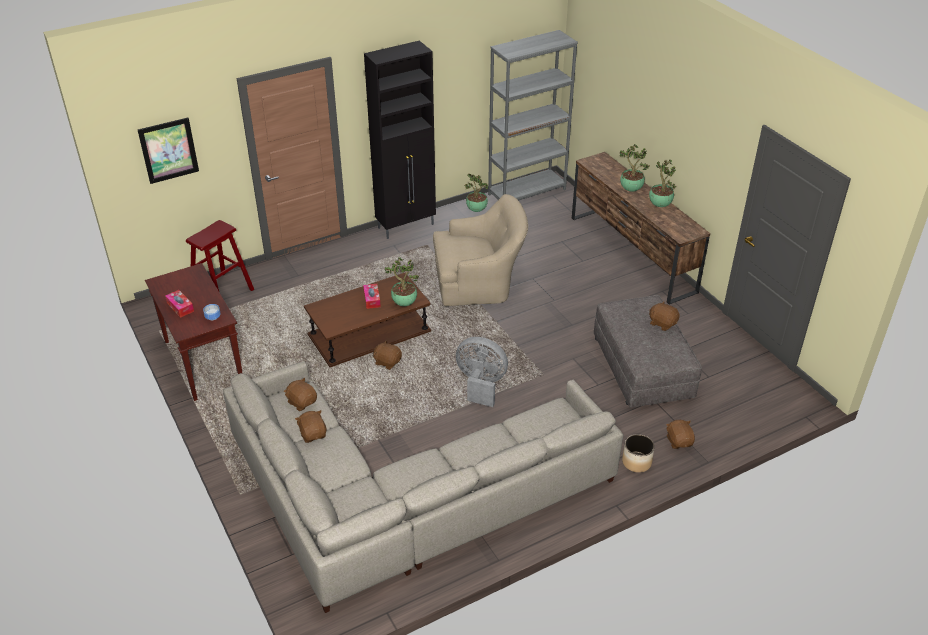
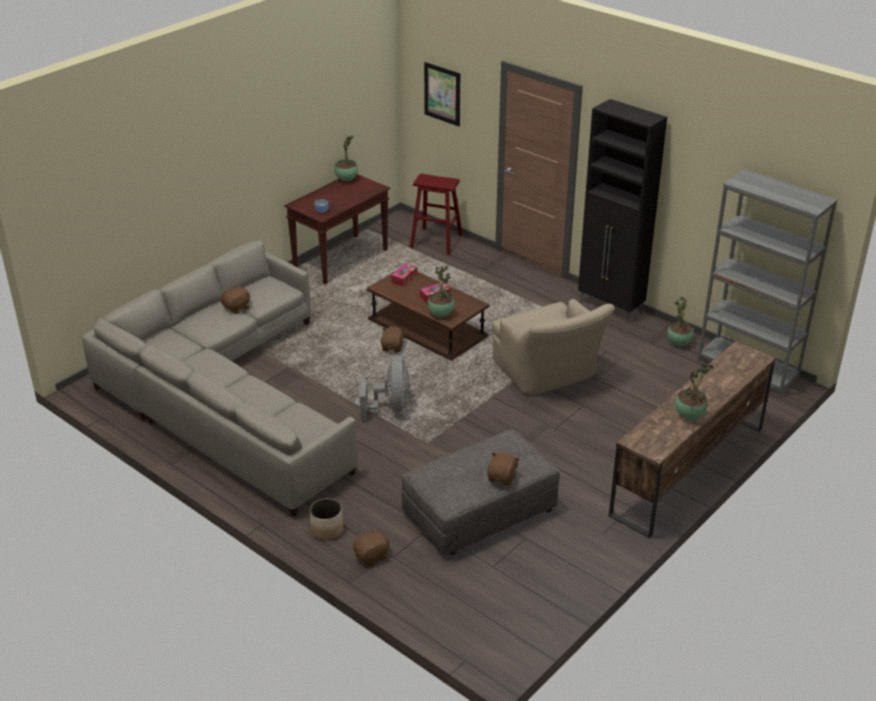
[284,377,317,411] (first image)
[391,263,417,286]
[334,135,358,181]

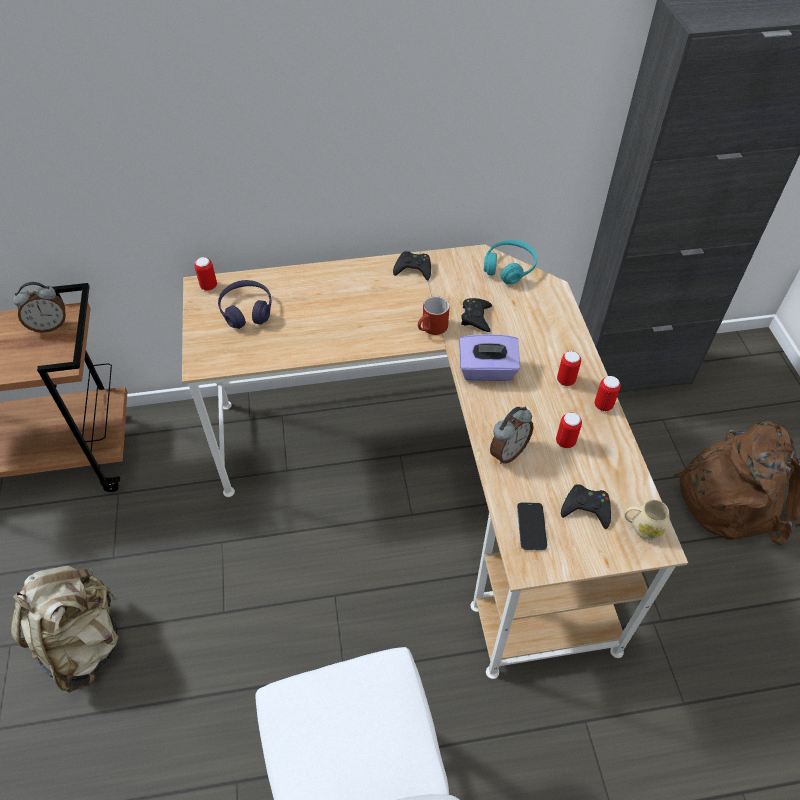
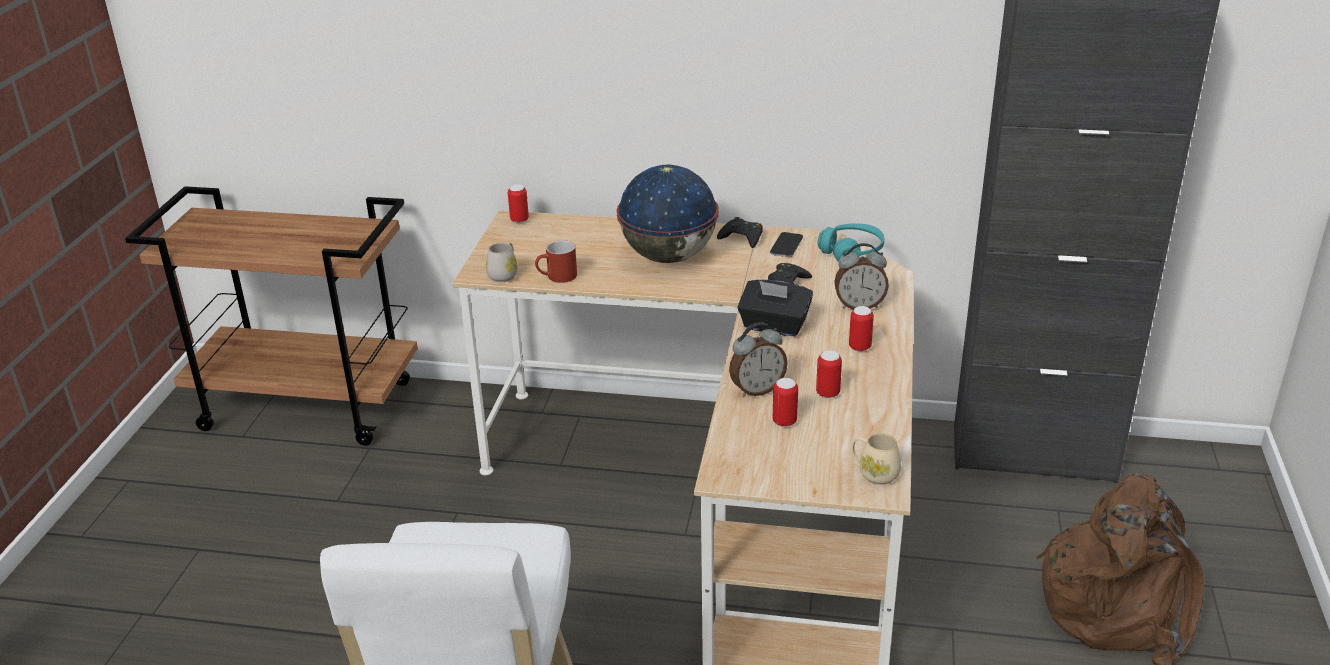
[10,565,118,693] (first image)
[218,280,271,329] (first image)
[561,484,611,529] (first image)
[486,242,518,282]
[617,165,719,263]
[834,243,889,310]
[535,240,577,283]
[770,232,803,257]
[773,378,798,427]
[737,279,813,336]

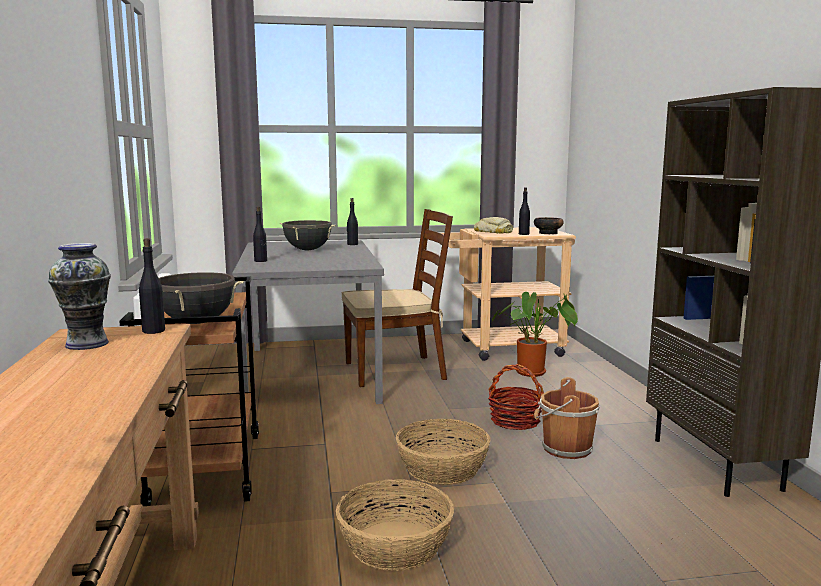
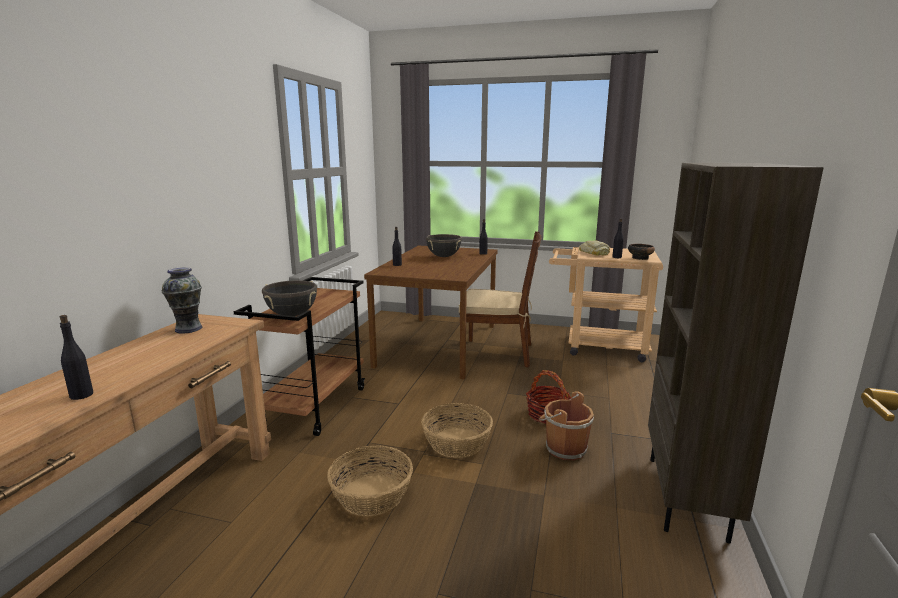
[492,292,578,377] (first image)
[60,315,93,400]
[364,246,498,379]

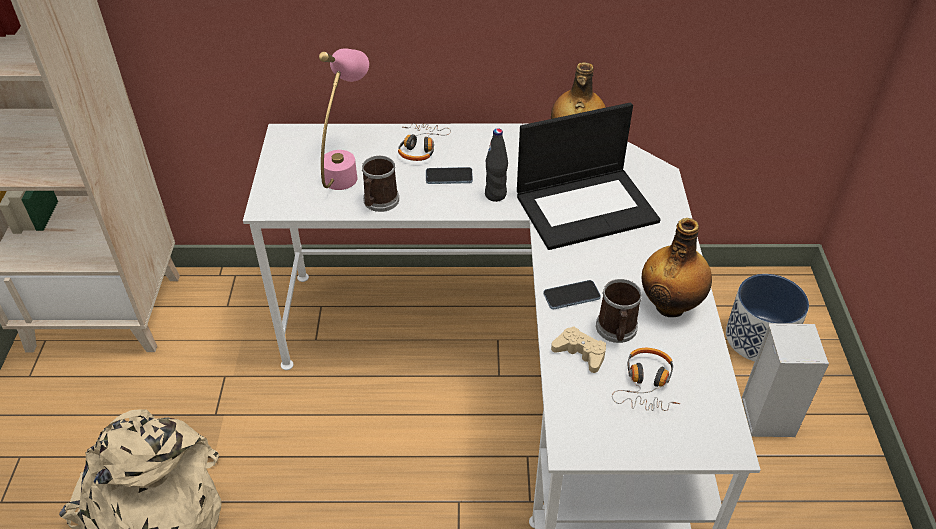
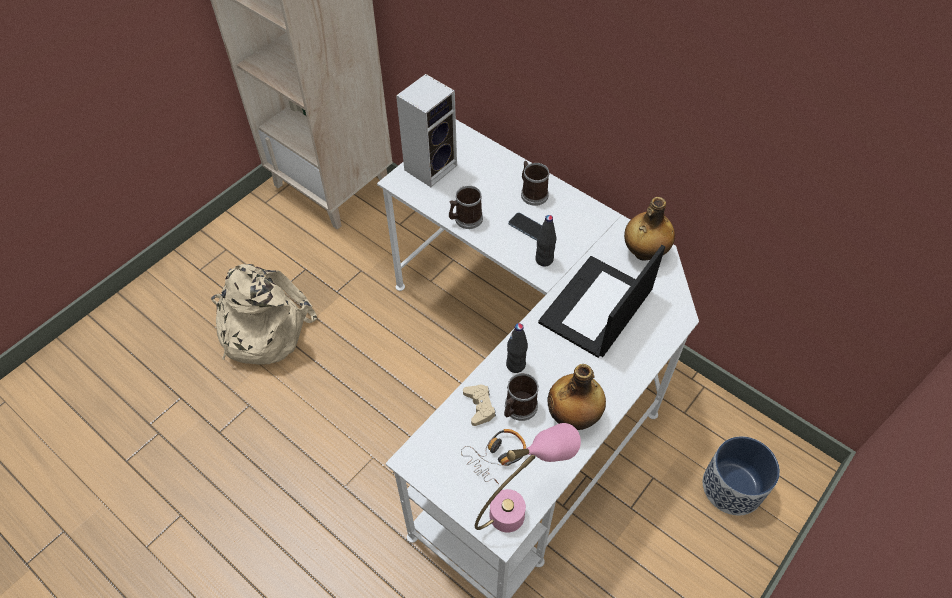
[475,423,581,533]
[396,74,457,187]
[521,161,550,206]
[506,323,528,373]
[538,245,665,358]

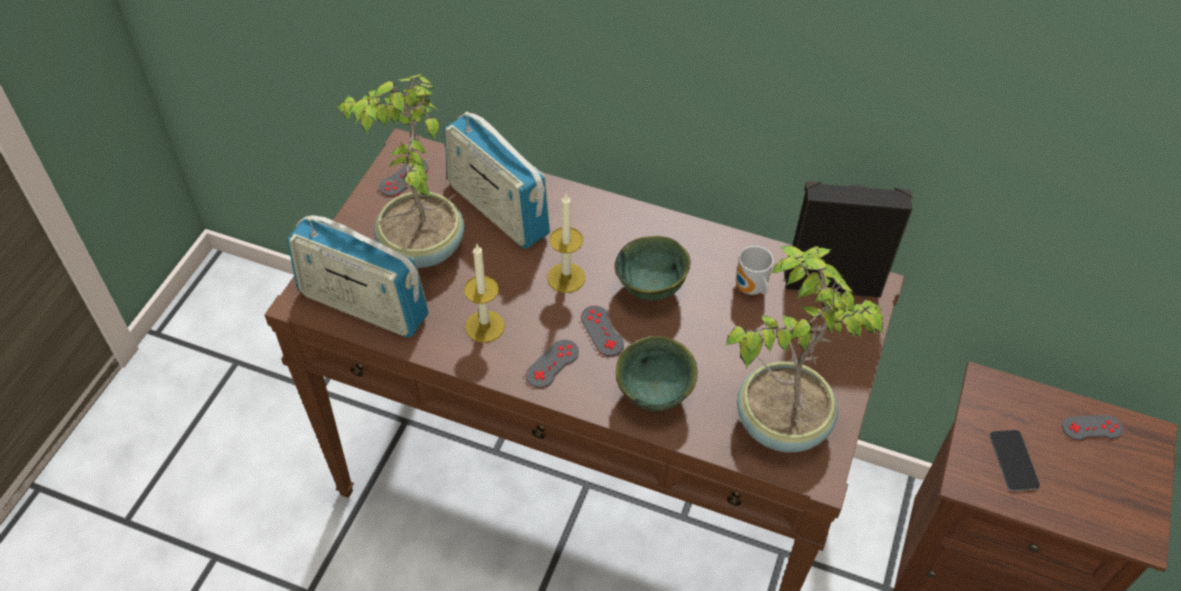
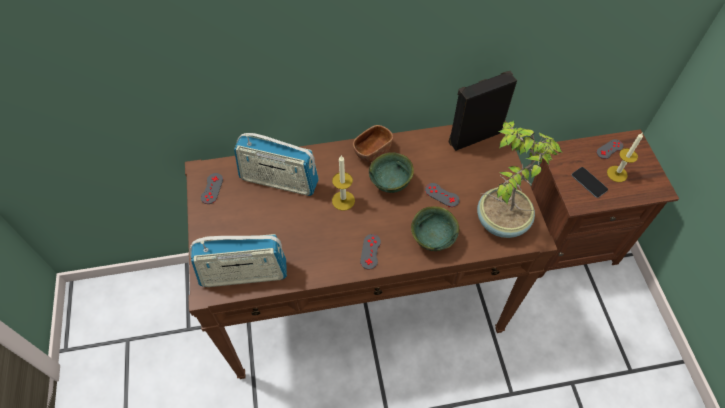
[337,74,464,268] (first image)
[736,246,774,295] (first image)
[353,125,393,162]
[607,133,643,182]
[425,183,460,207]

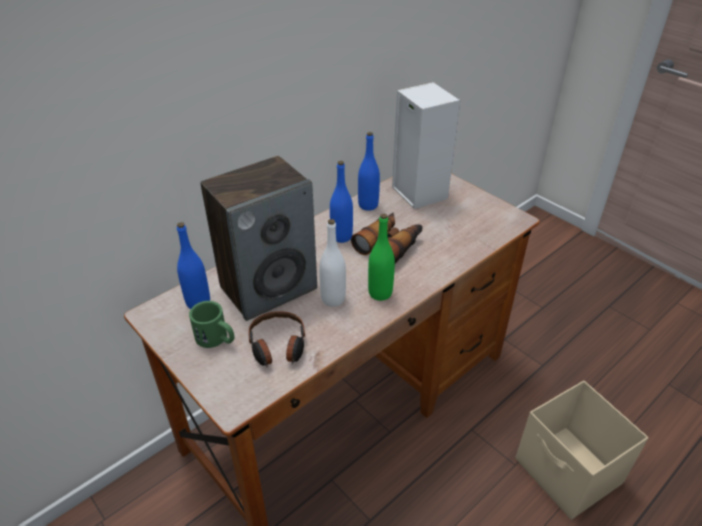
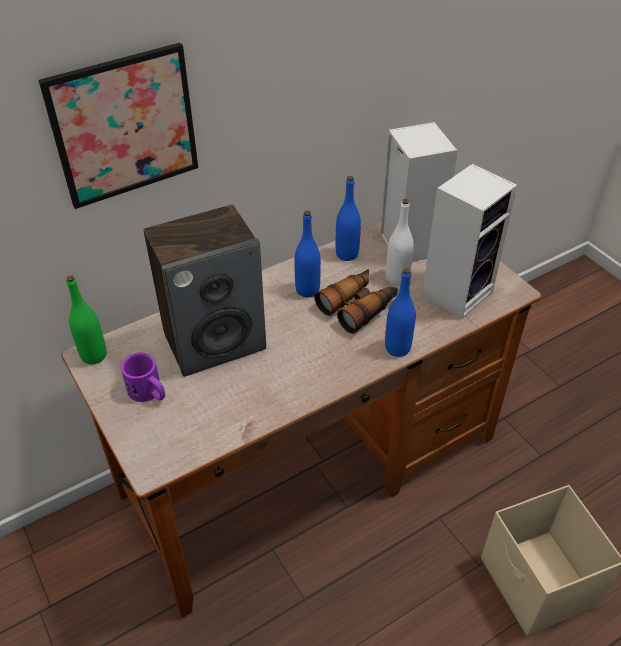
[249,311,305,368] (first image)
[38,43,198,209]
[422,164,518,319]
[385,268,416,357]
[386,199,414,285]
[66,275,107,365]
[121,353,165,402]

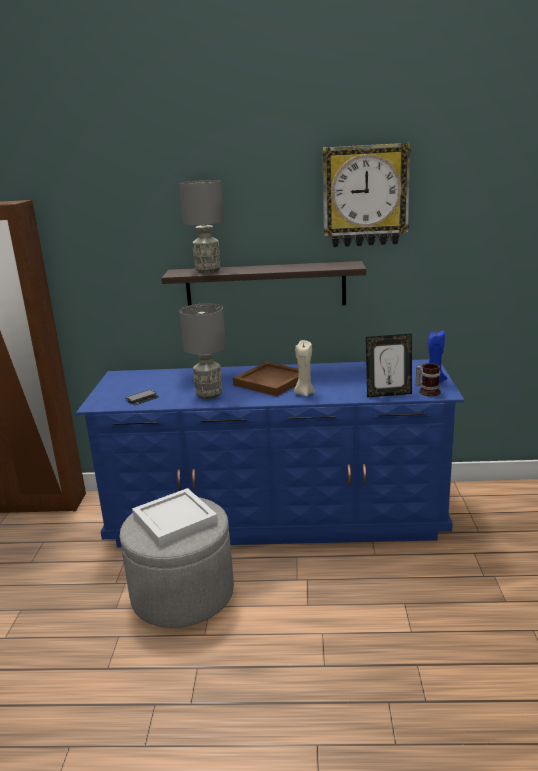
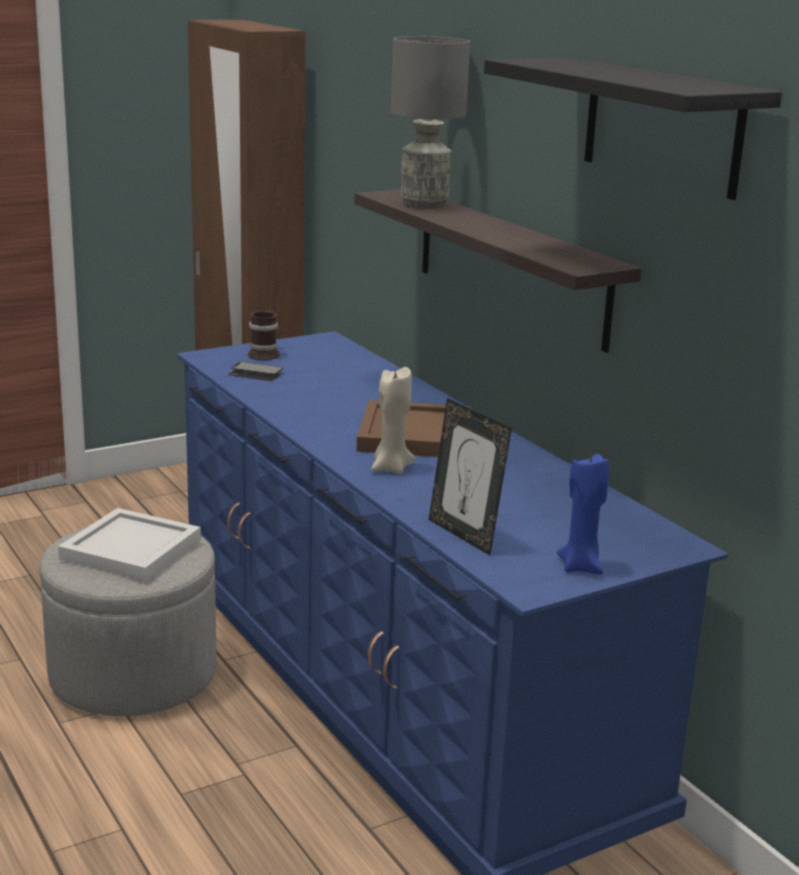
[179,303,226,399] (first image)
[247,310,280,360]
[484,58,782,200]

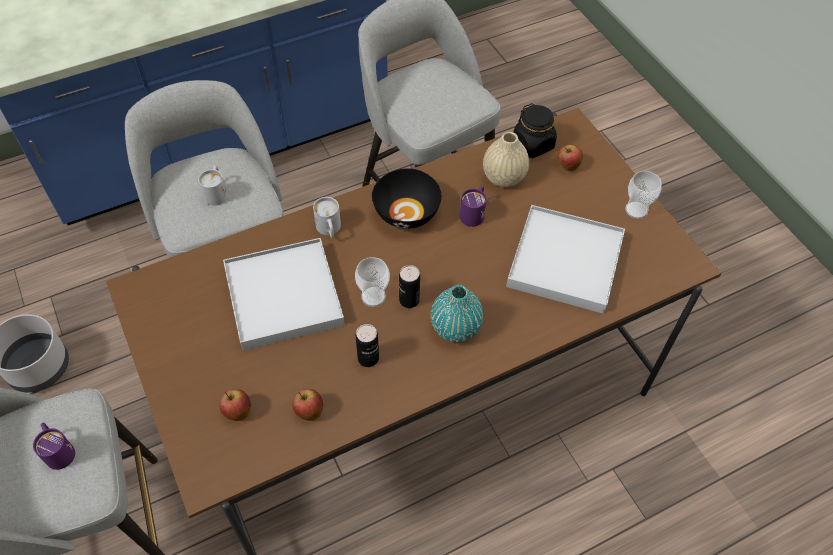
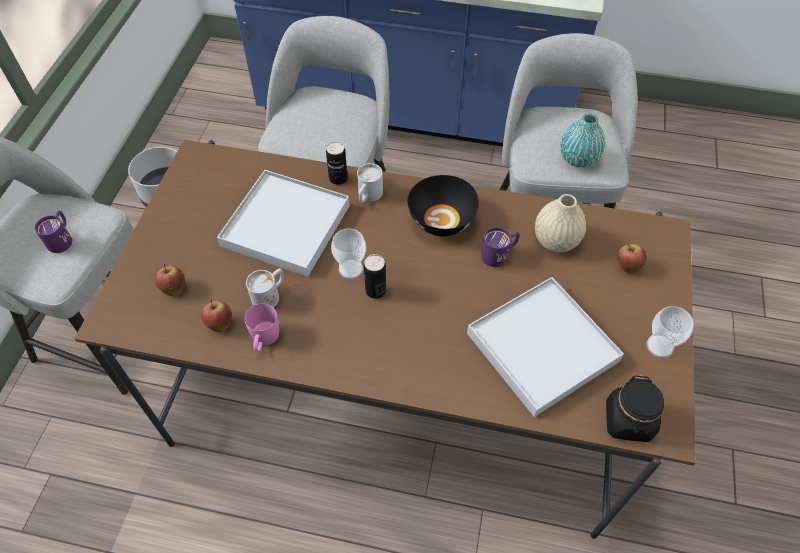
[244,303,279,352]
[246,268,284,308]
[326,141,348,185]
[560,114,605,167]
[606,374,664,442]

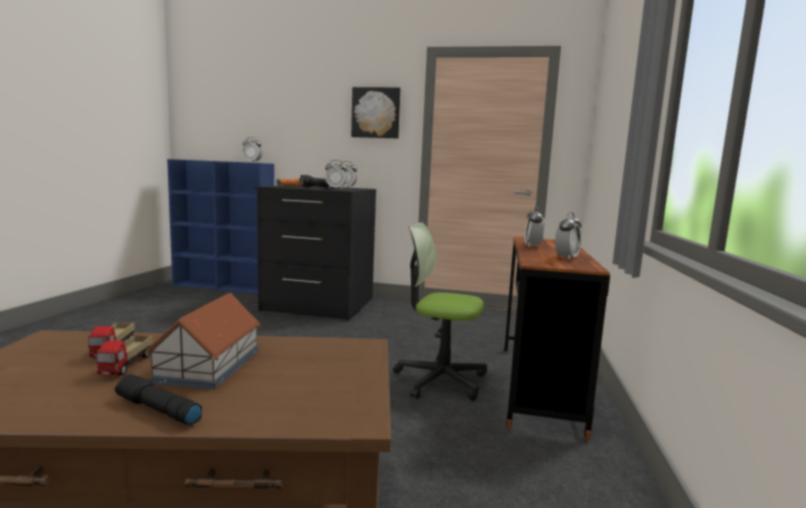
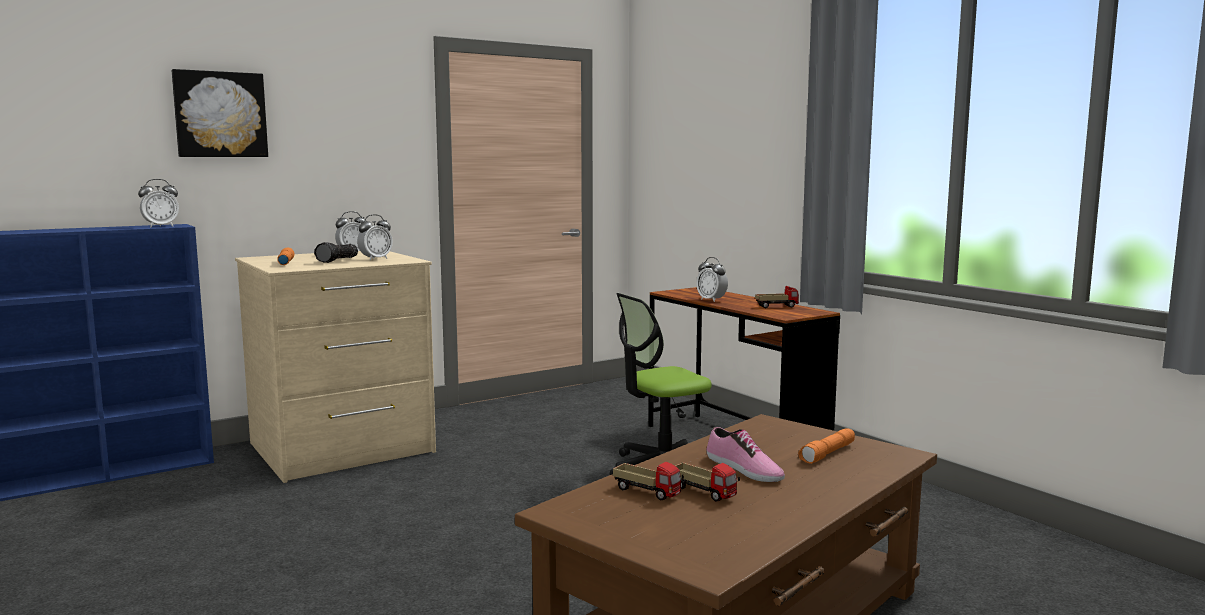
[115,374,202,425] (first image)
[798,428,855,464]
[172,69,268,157]
[706,427,785,482]
[755,286,799,308]
[235,251,436,483]

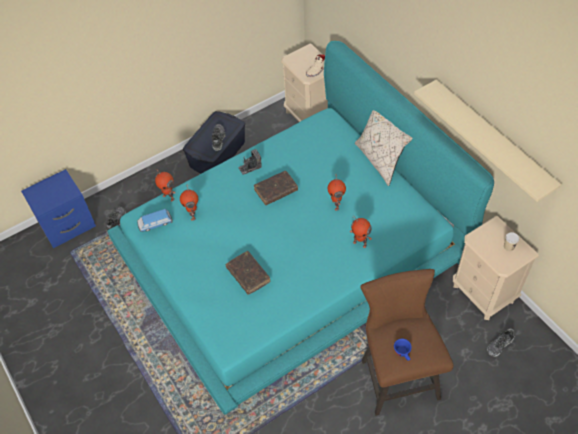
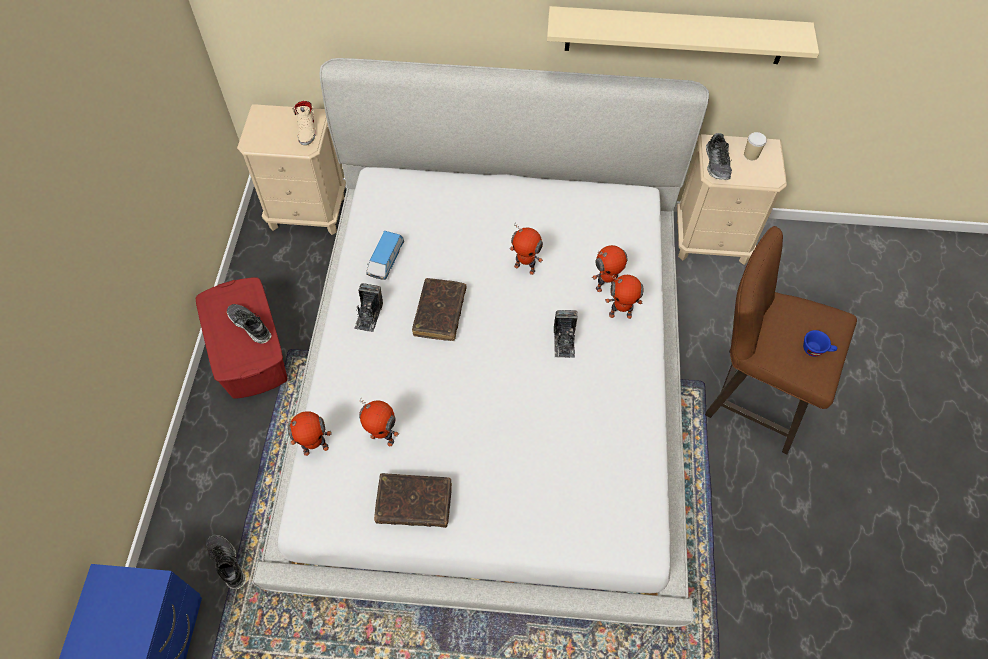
[355,110,413,186] (first image)
[554,310,577,358]
[605,275,643,319]
[366,231,404,280]
[374,473,452,528]
[706,133,732,180]
[252,58,709,627]
[195,277,288,399]

